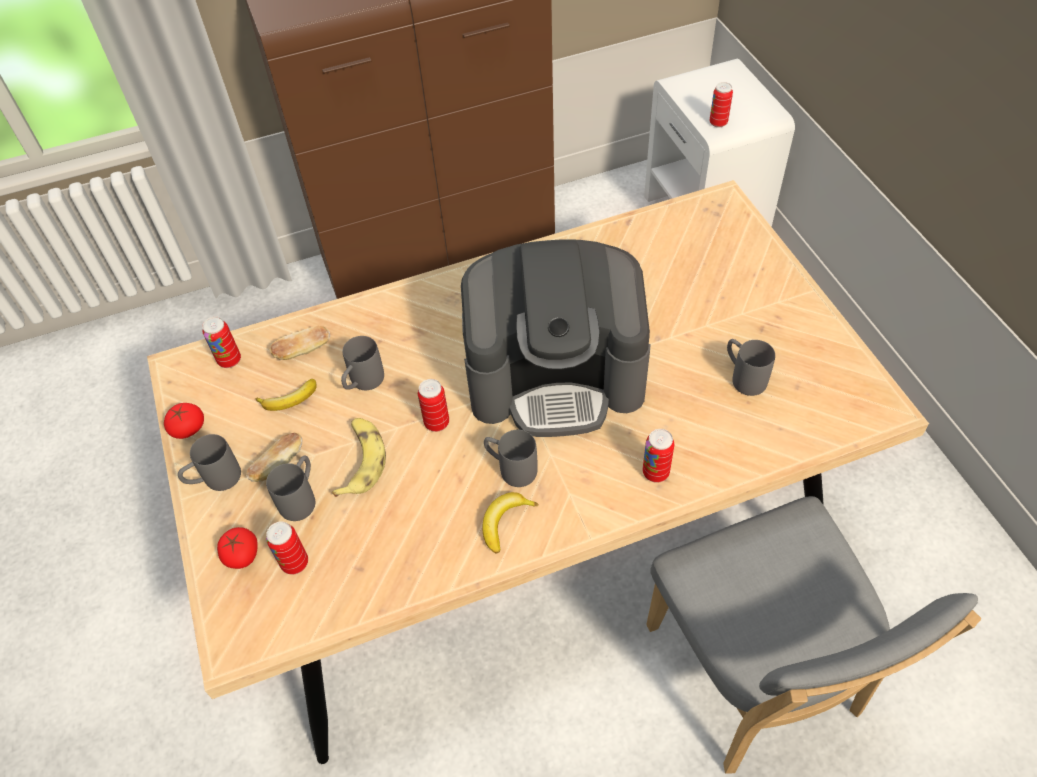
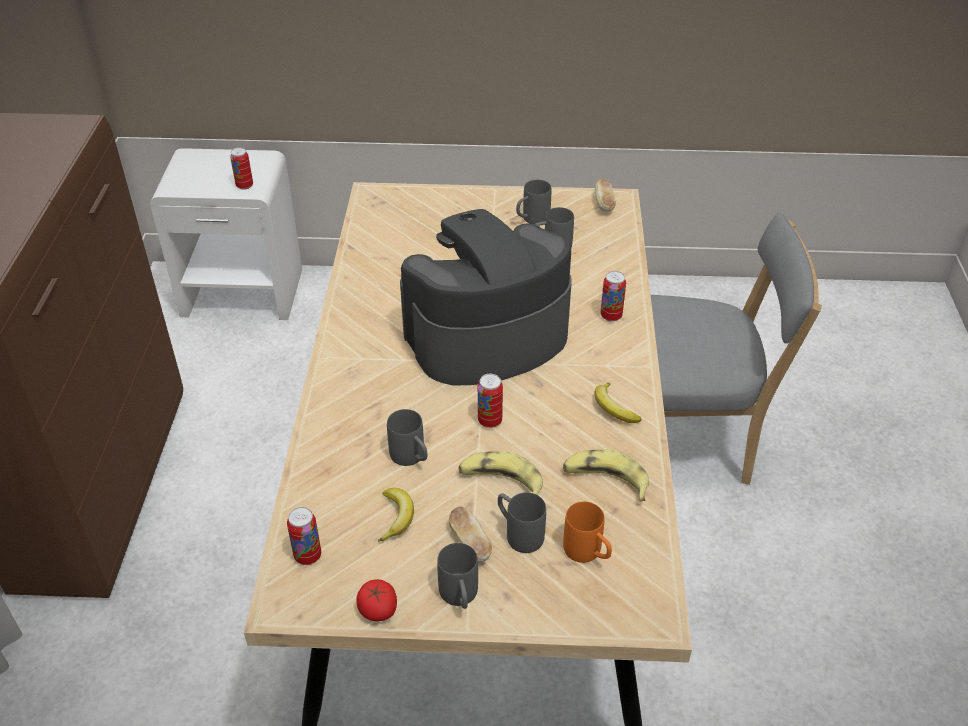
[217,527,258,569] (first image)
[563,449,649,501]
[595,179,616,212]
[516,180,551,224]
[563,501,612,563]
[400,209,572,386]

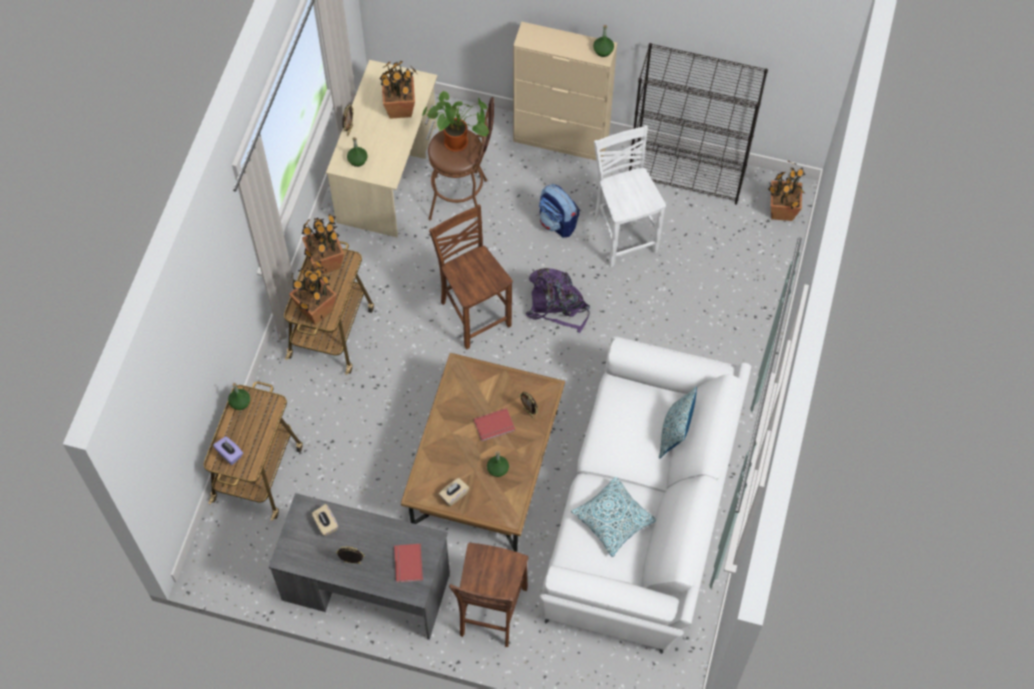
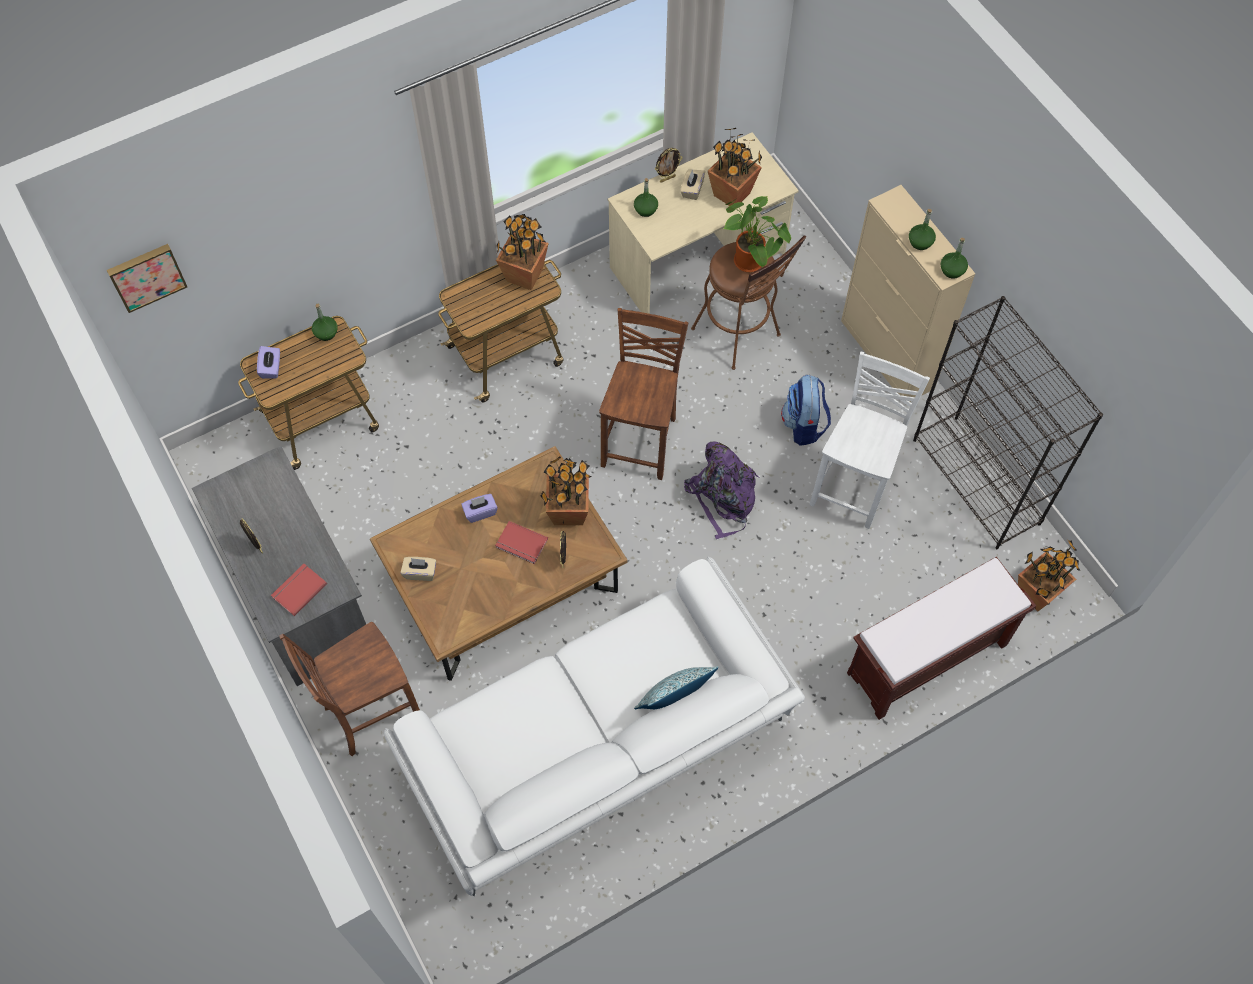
[571,477,656,557] (first image)
[107,244,187,313]
[461,494,498,523]
[847,557,1036,720]
[540,457,592,525]
[680,169,705,200]
[909,209,936,250]

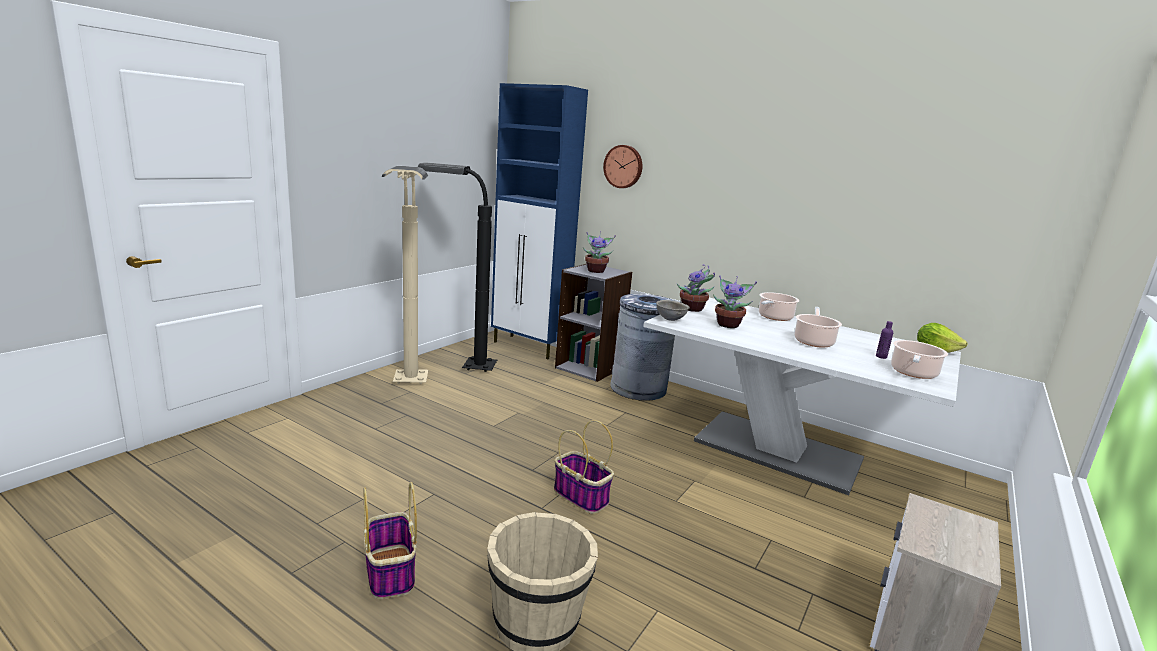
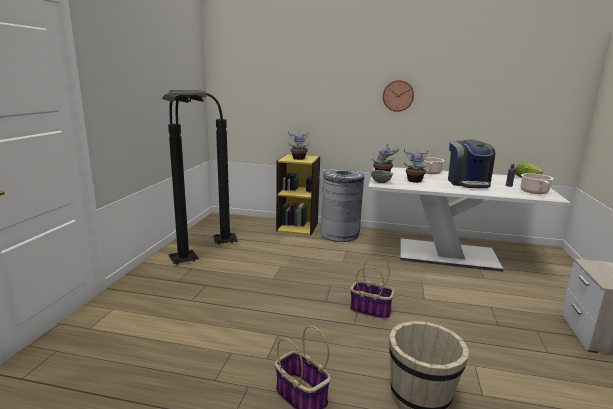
[491,83,588,359] (first image)
[383,80,414,112]
[448,140,495,188]
[162,93,204,265]
[276,154,320,235]

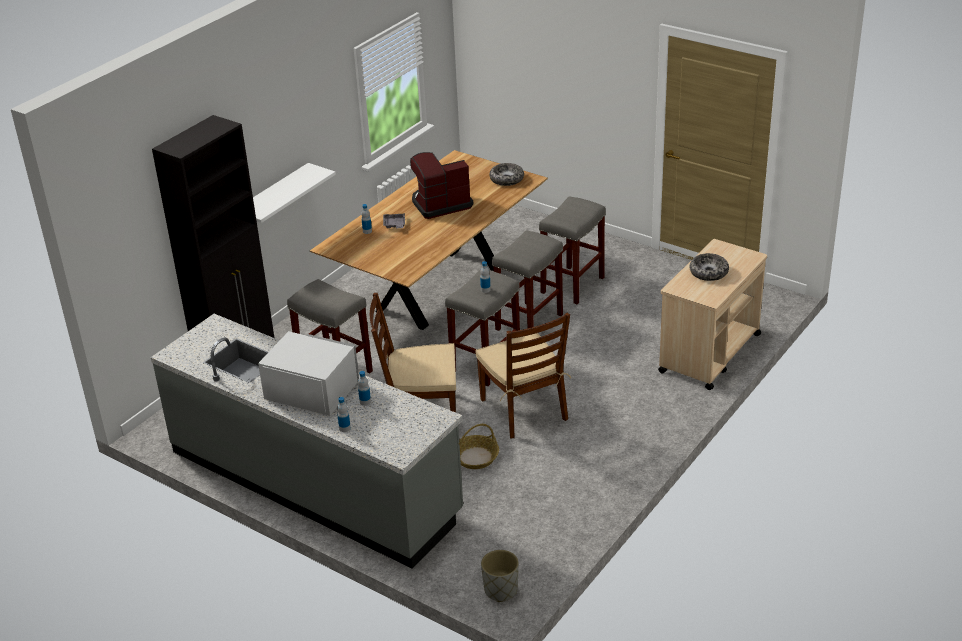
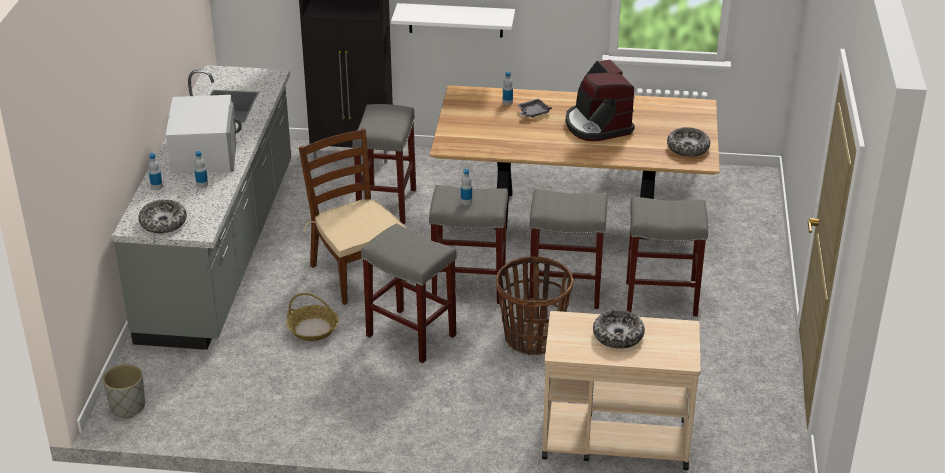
[138,199,187,233]
[496,256,573,355]
[361,223,457,363]
[566,60,635,141]

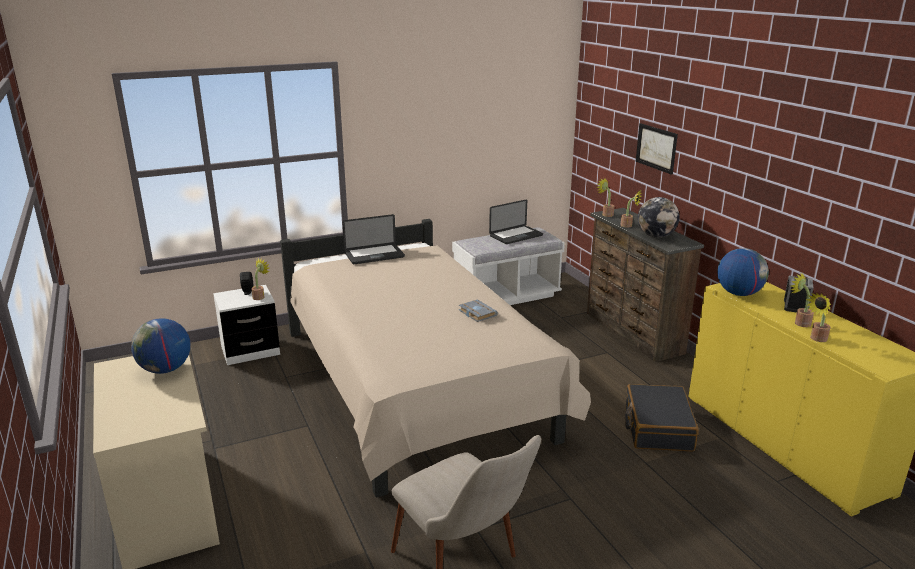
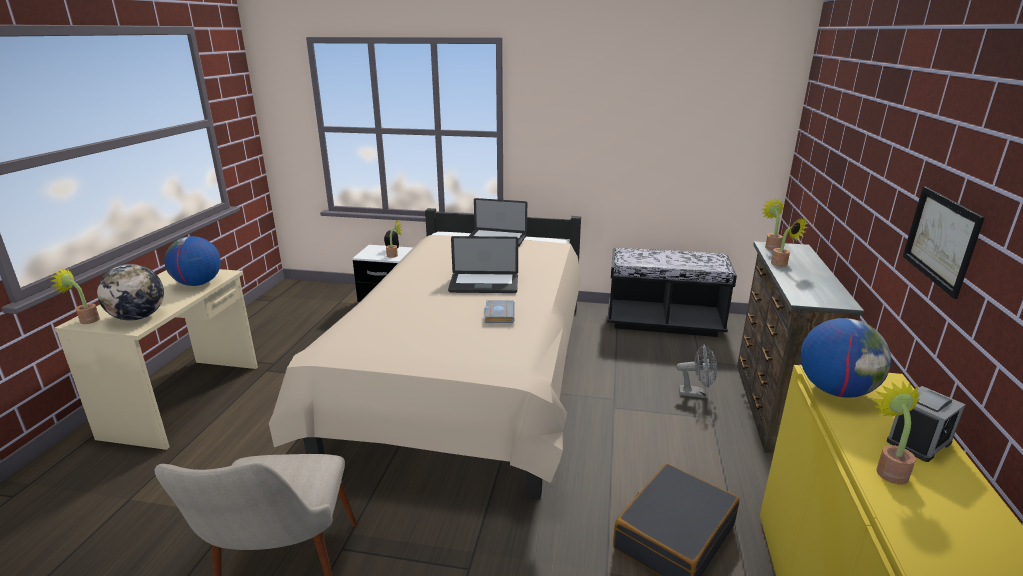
[676,345,717,398]
[448,236,518,293]
[903,186,985,299]
[97,264,164,321]
[51,268,100,324]
[607,248,737,337]

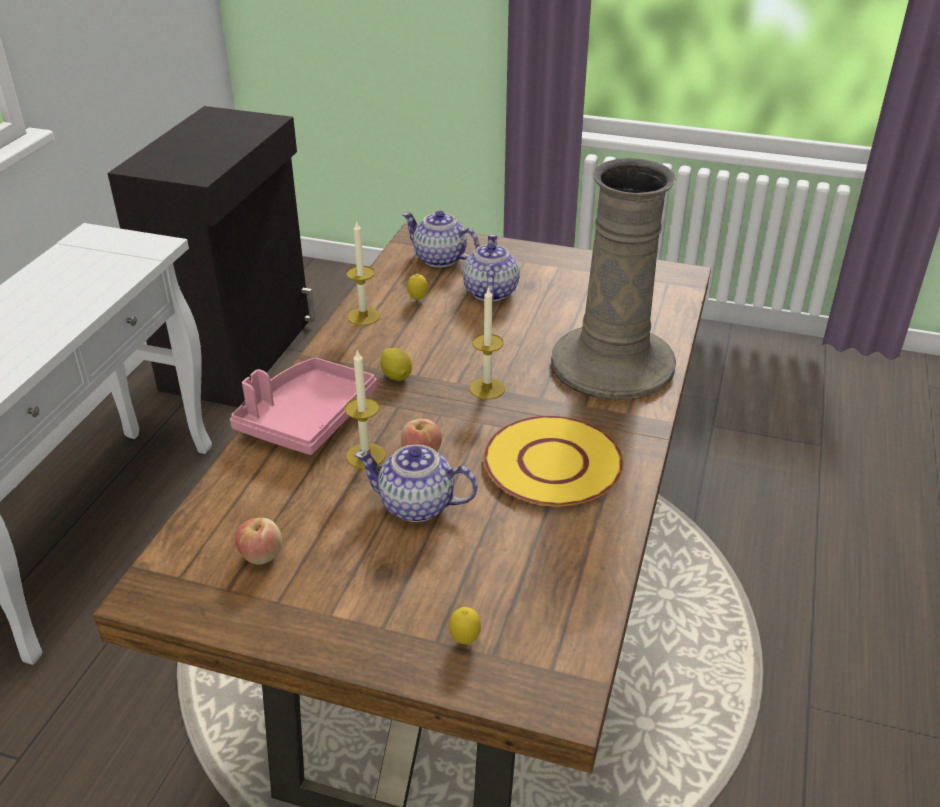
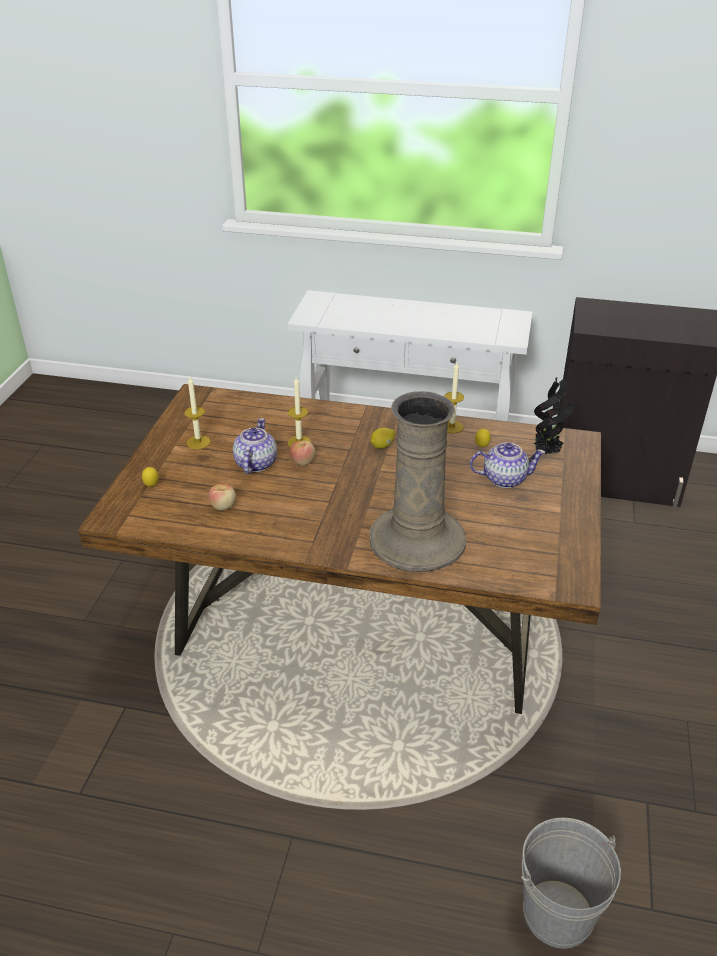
[230,357,377,455] (first image)
[484,416,624,507] (first image)
[521,818,621,949]
[208,484,236,510]
[184,377,210,449]
[533,377,575,455]

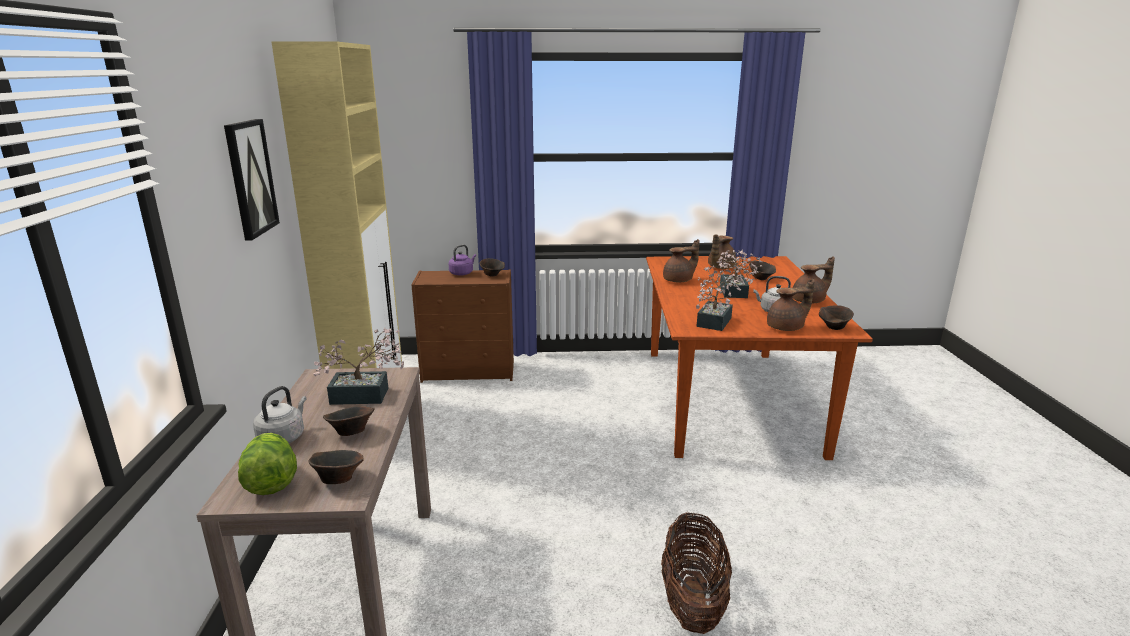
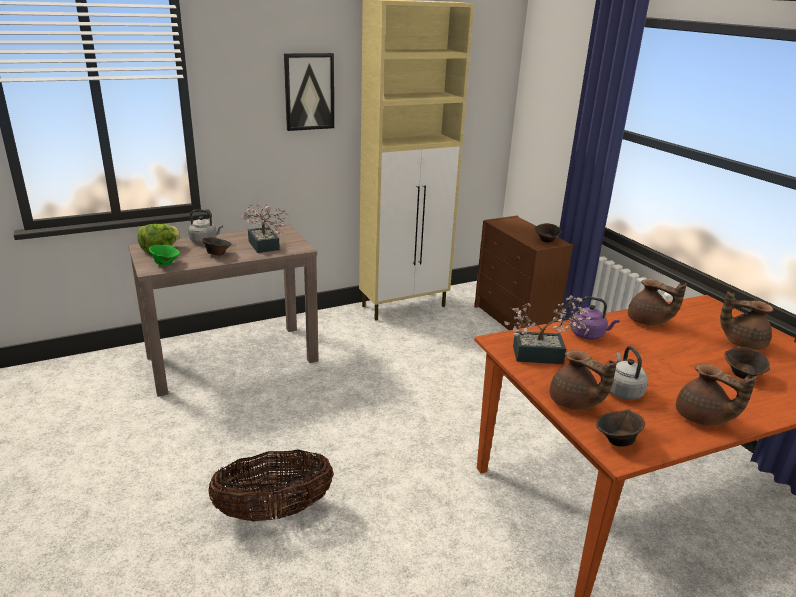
[716,250,762,298] (first image)
[571,296,619,340]
[149,245,180,266]

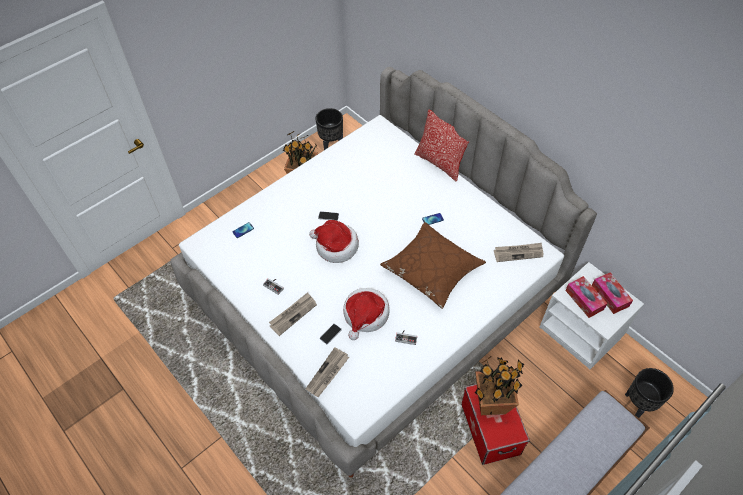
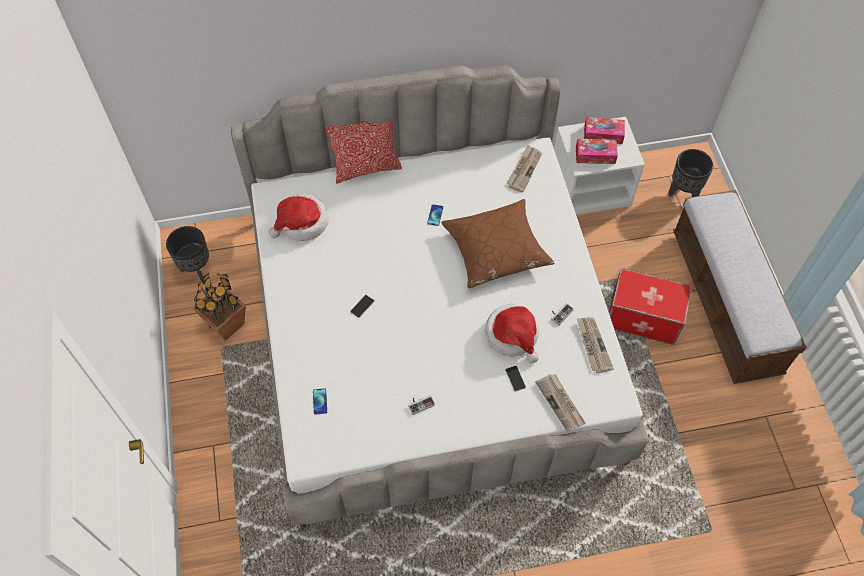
[475,356,524,415] (first image)
[577,317,614,373]
[269,193,328,241]

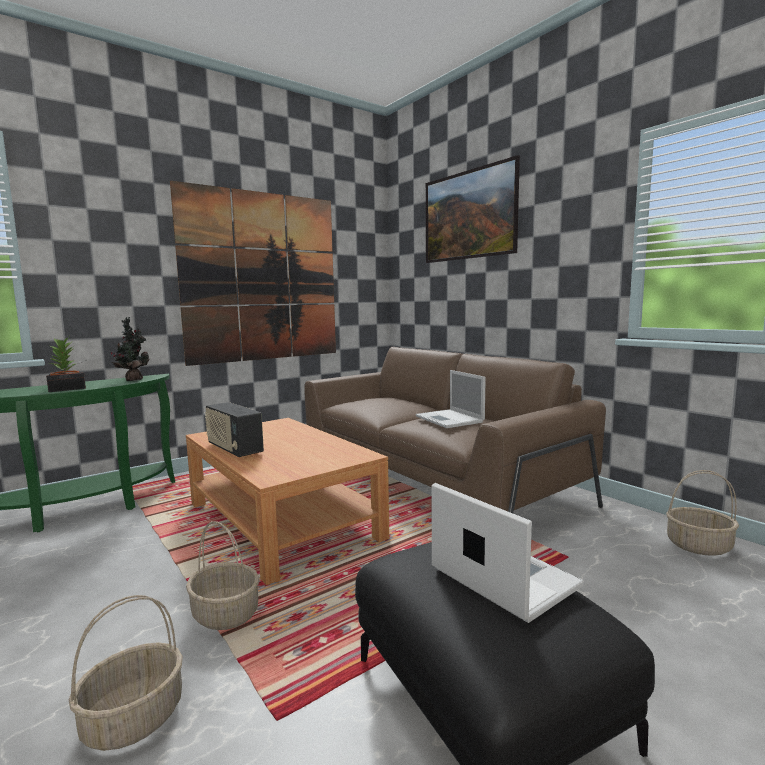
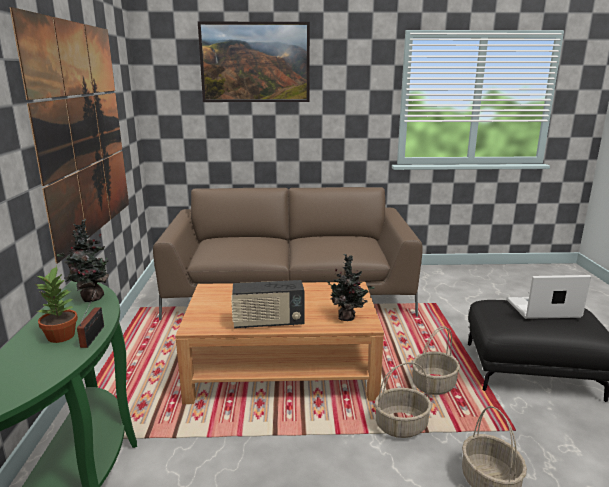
[416,370,486,428] (first image)
[326,254,375,321]
[412,326,460,395]

